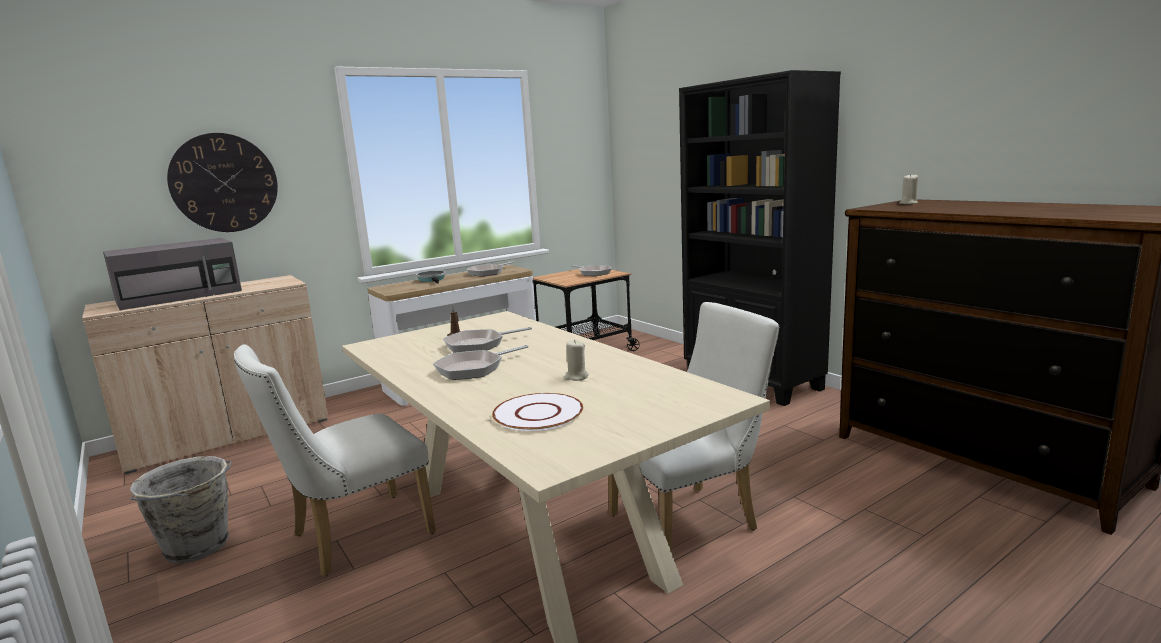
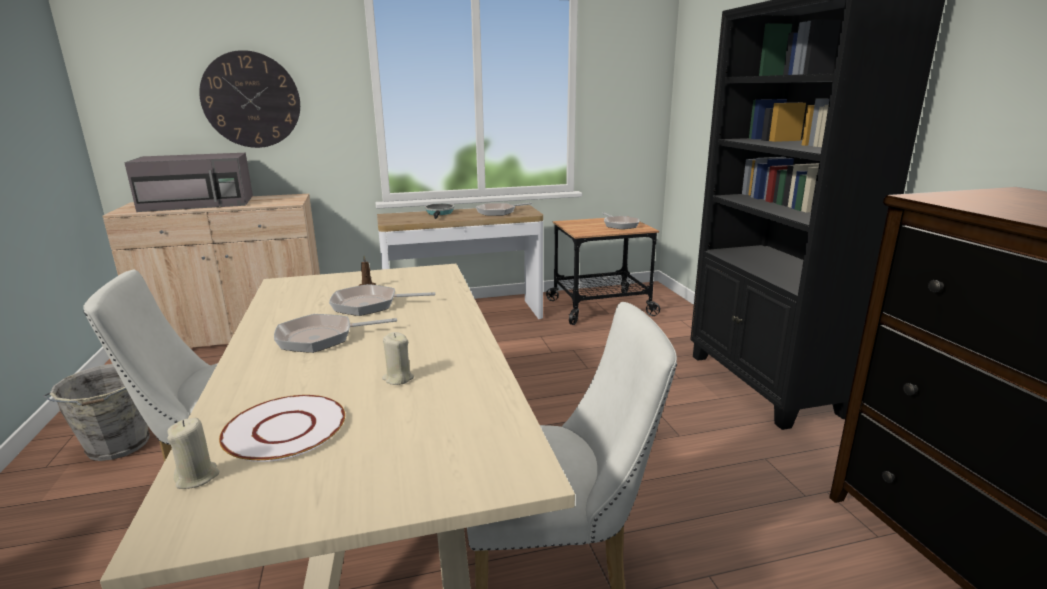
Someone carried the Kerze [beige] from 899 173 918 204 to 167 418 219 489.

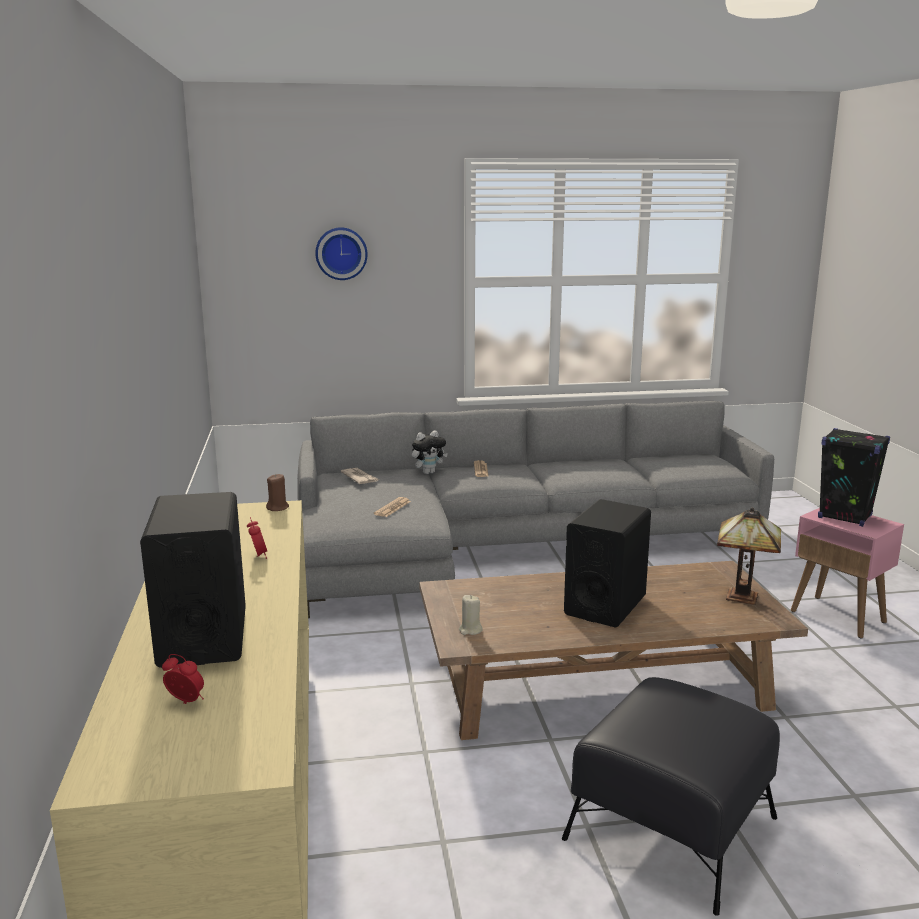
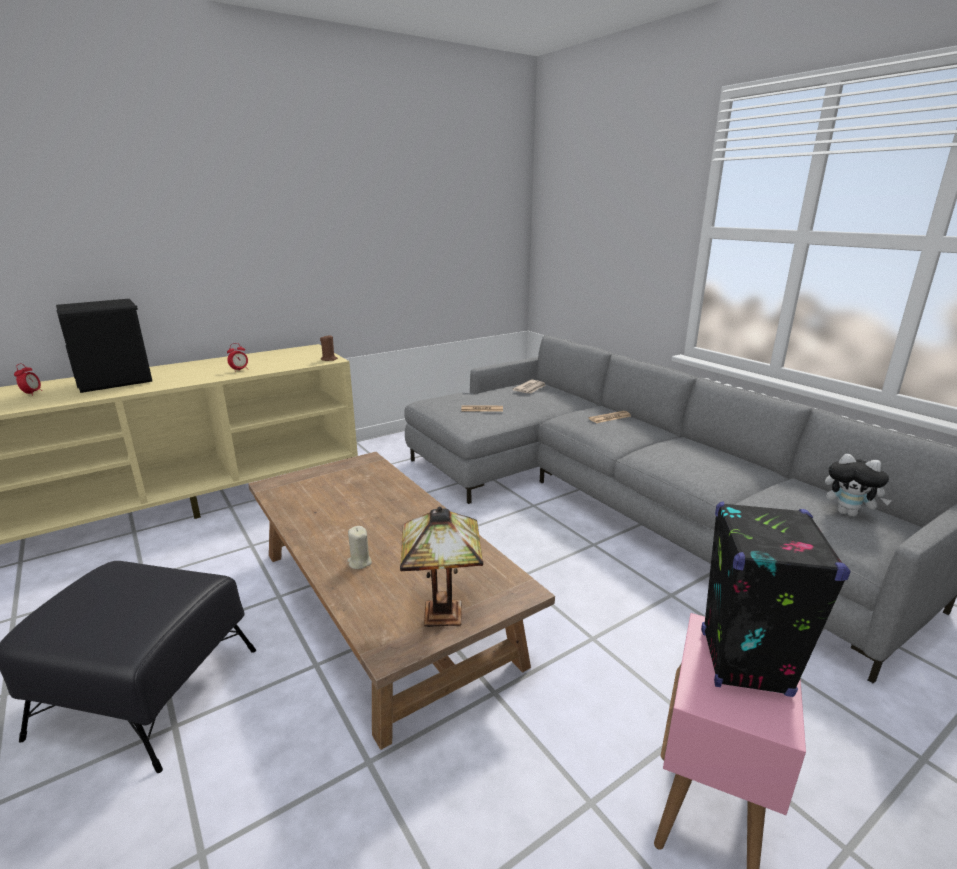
Someone carried the Kerze [beige] from 459 595 483 635 to 347 526 372 569.
Someone carried the Plüschtier from 412 430 448 474 to 825 453 892 517.
Someone took away the Wanduhr at 315 227 368 280.
Someone took away the Lautsprecher [schwarz] at 564 499 651 628.

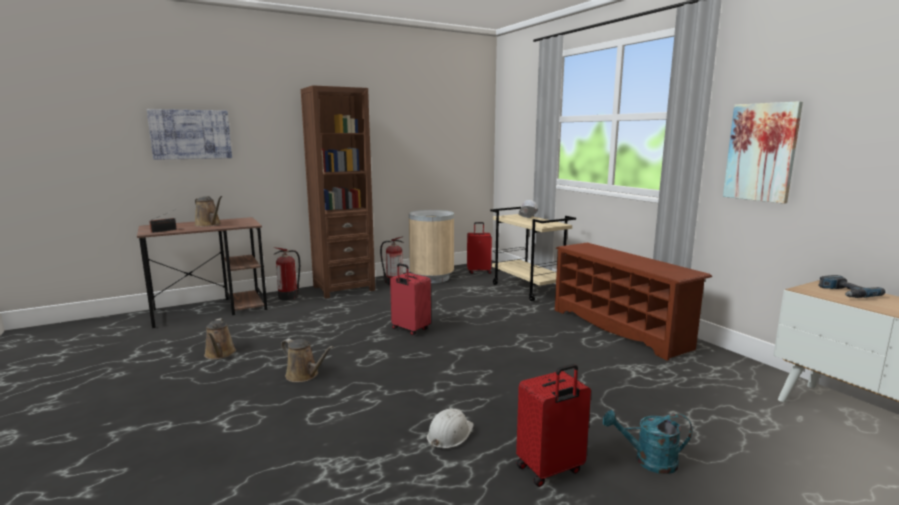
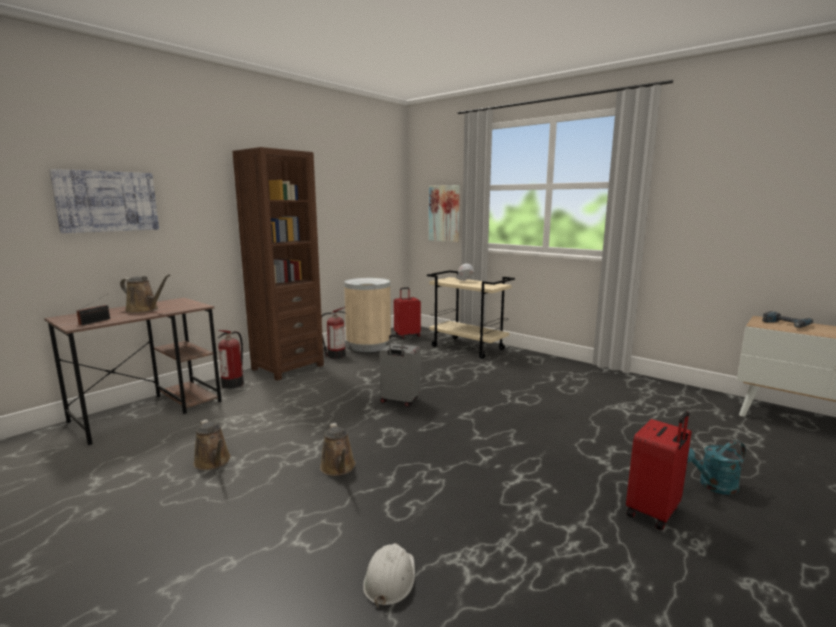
Someone rotated the Gießkanne [braun] at 281 339 334 382 by 60 degrees clockwise.
Someone carried the Schutzhelm [weiß] from 427 409 474 448 to 363 543 415 608.
Someone repainted the Koffer [rot] at 390 263 431 335, which became the Koffer [grau] at 380 334 420 407.
Someone carried the Bild from 723 101 803 204 to 429 185 460 242.
Someone took away the Schuhregal [braun] at 555 243 712 361.

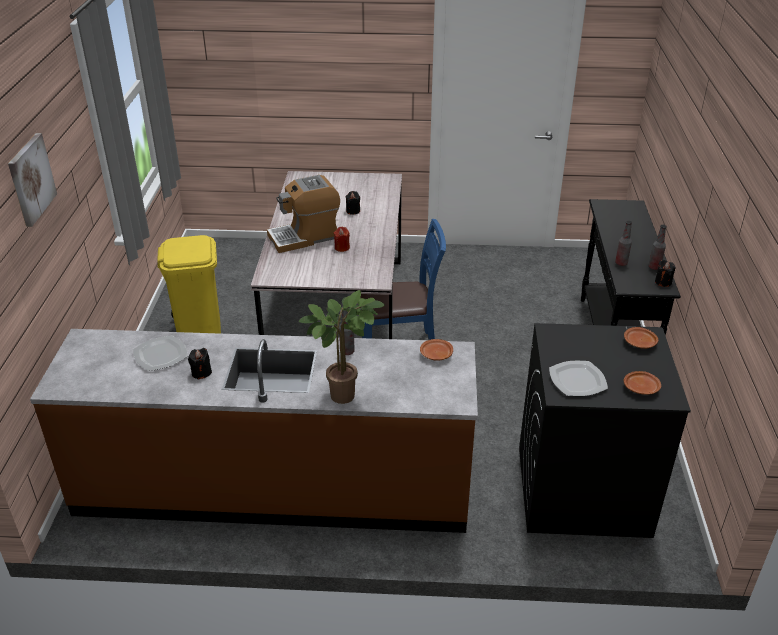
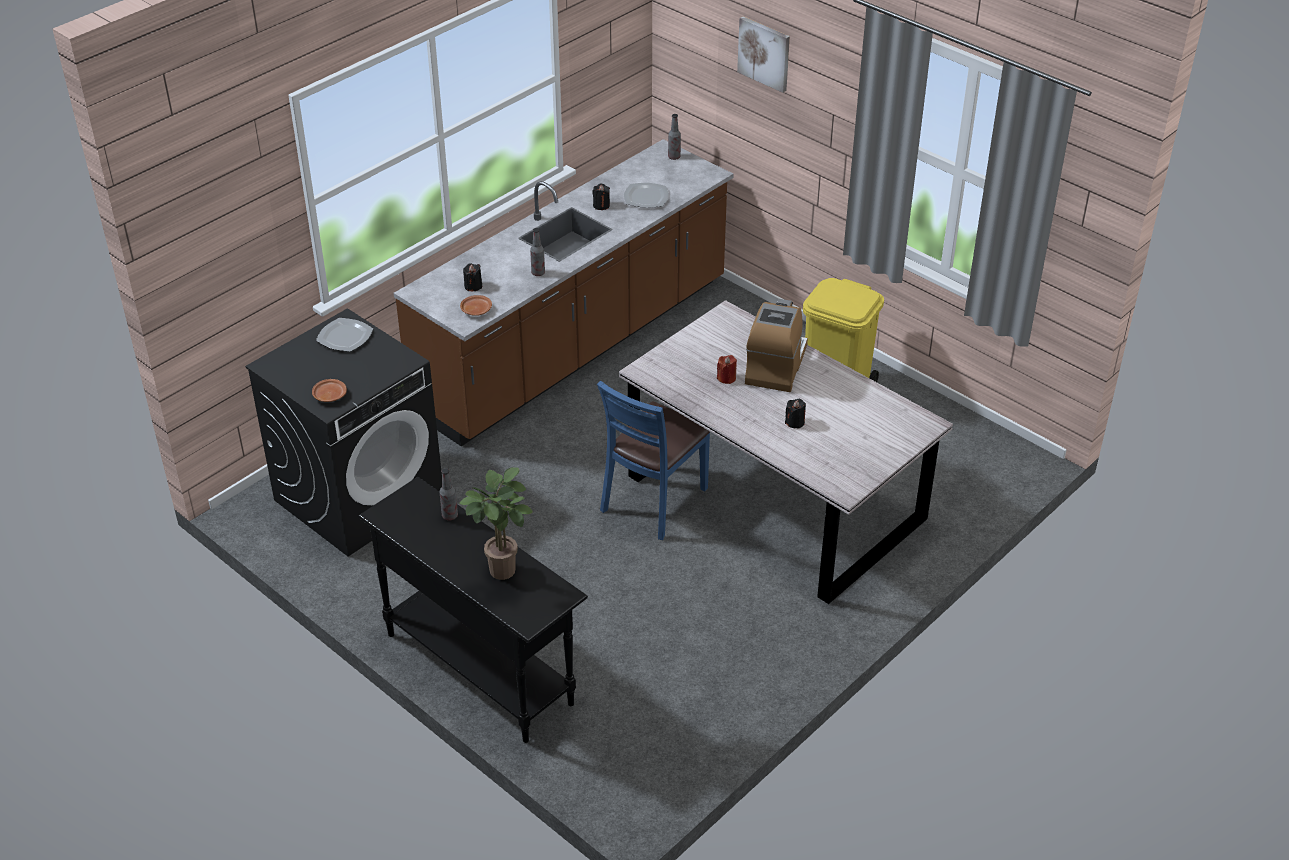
Someone carried the Topfpflanze from 298 290 385 404 to 459 467 533 580.
Someone carried the Kerze [schwarz] from 655 260 676 287 to 463 264 482 291.
Someone carried the Flasche from 648 225 667 270 to 668 114 681 160.
Someone took away the Teller [braun] at 624 371 661 395.

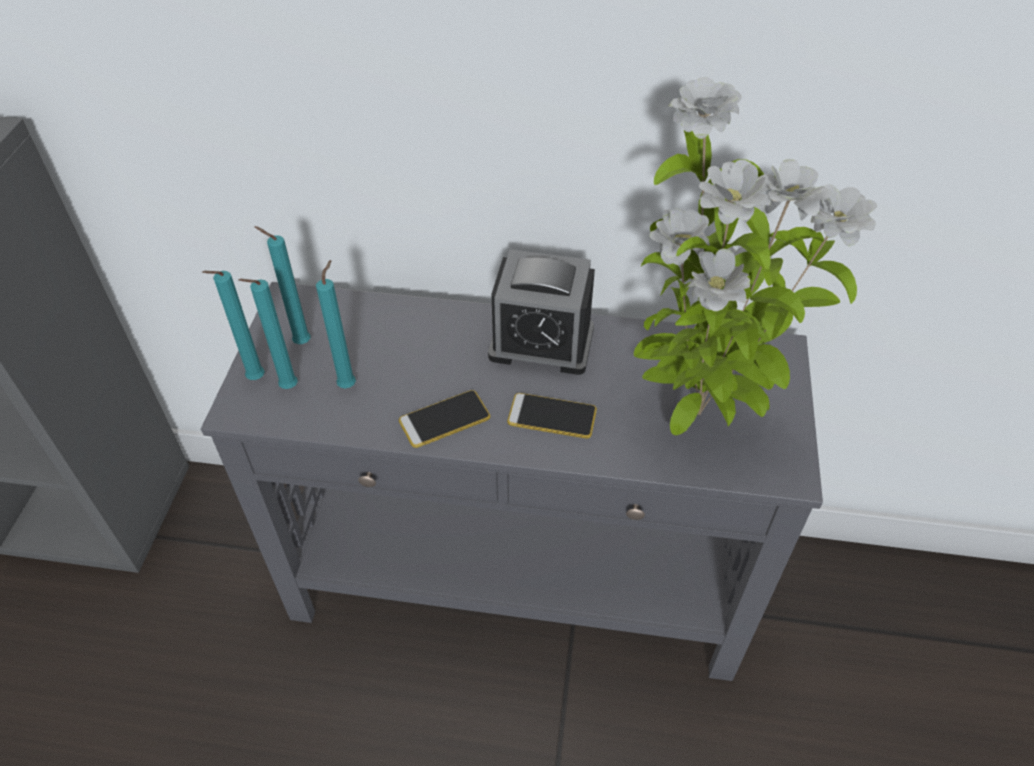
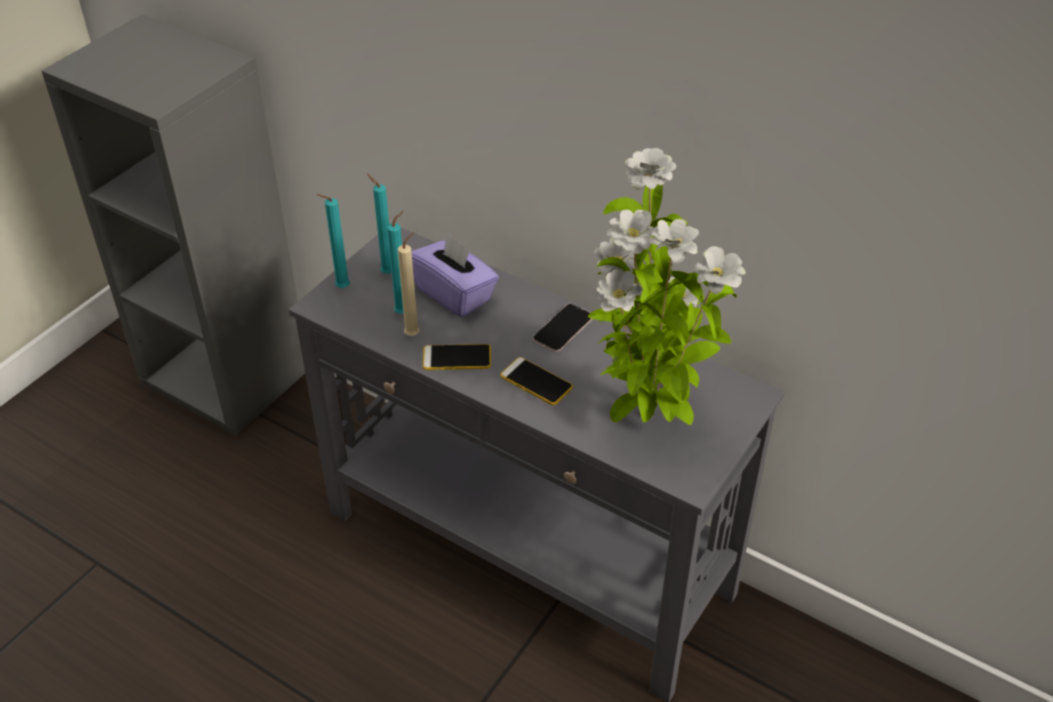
Someone put down the Kerze [beige] at 398 232 420 336.
Someone put down the Taschentuchbox [lila] at 411 232 499 317.
Someone swapped the Wecker at 488 249 595 375 for the Handy at 533 304 592 352.
Someone took away the Kerze [türkis] at 238 279 298 389.

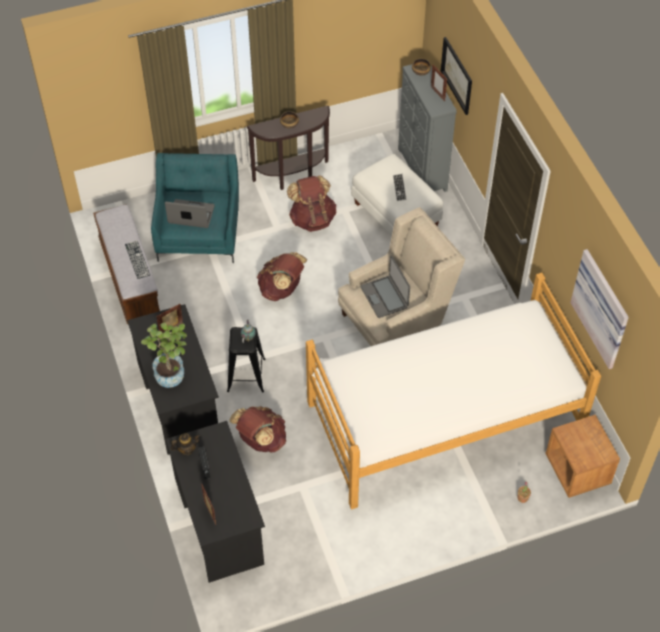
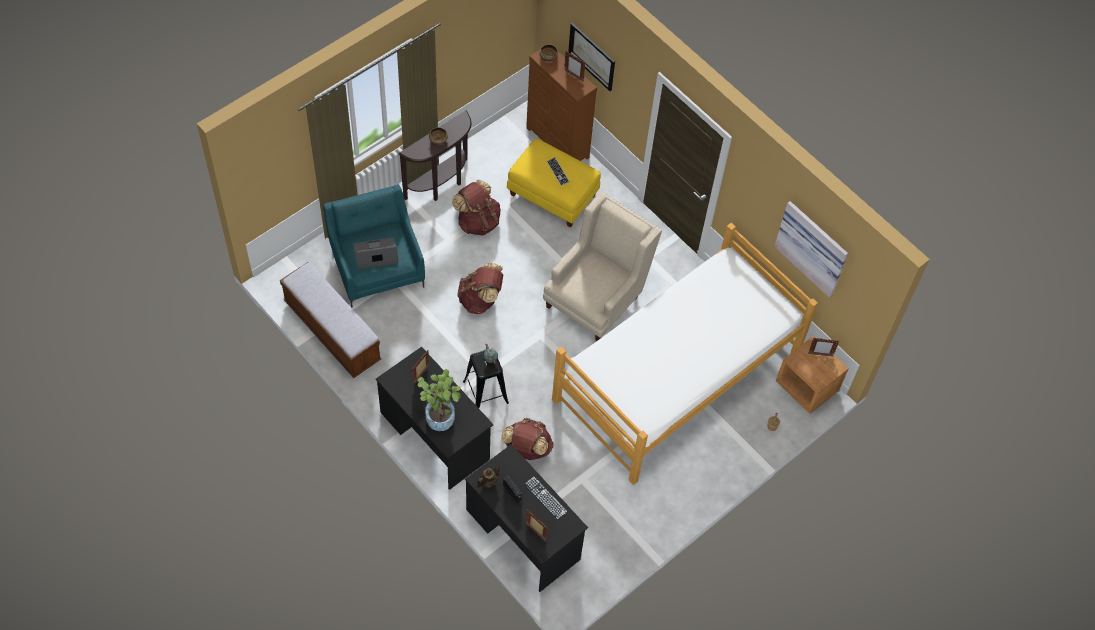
Someone repainted the Polsterhocker [weiß] at 351 154 443 236, which became the Polsterhocker [gelb] at 507 139 601 228.
Someone carried the Tastatur from 125 241 150 279 to 524 476 568 520.
Someone repainted the Kommode [grau] at 398 64 457 192, which became the Kommode [braun] at 526 44 597 161.
Someone put down the Bilderrahmen at 809 338 840 357.
Someone took away the Laptop at 361 256 410 318.

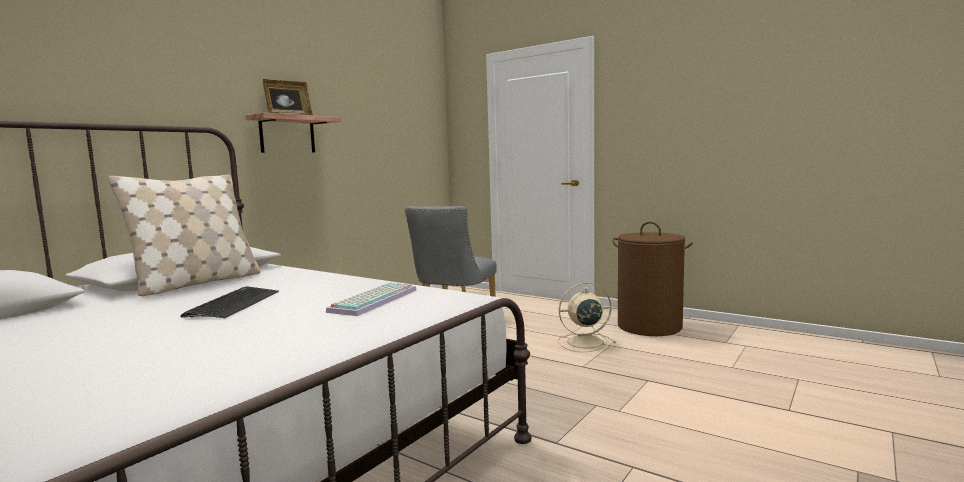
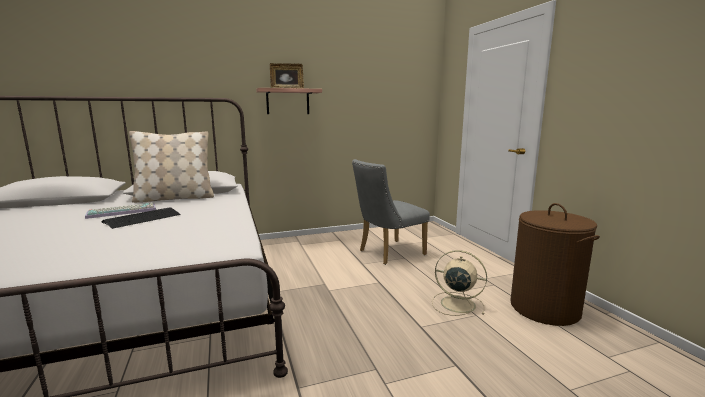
Someone carried the Tastatur from 326 282 416 316 to 85 203 156 219.

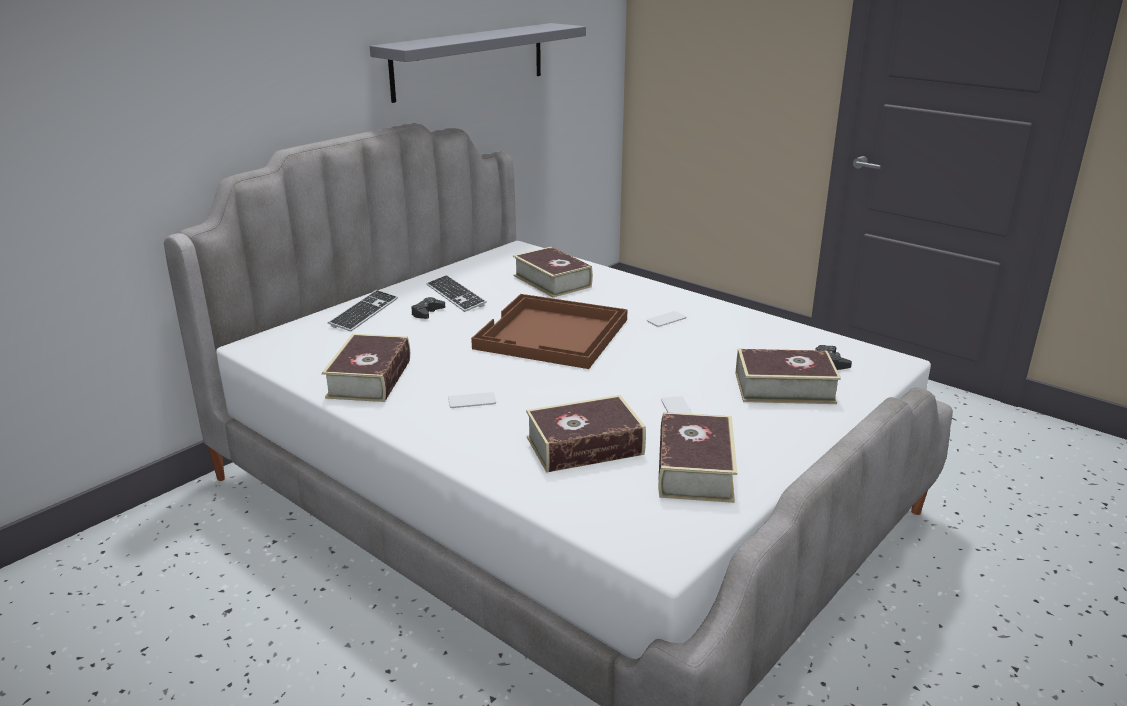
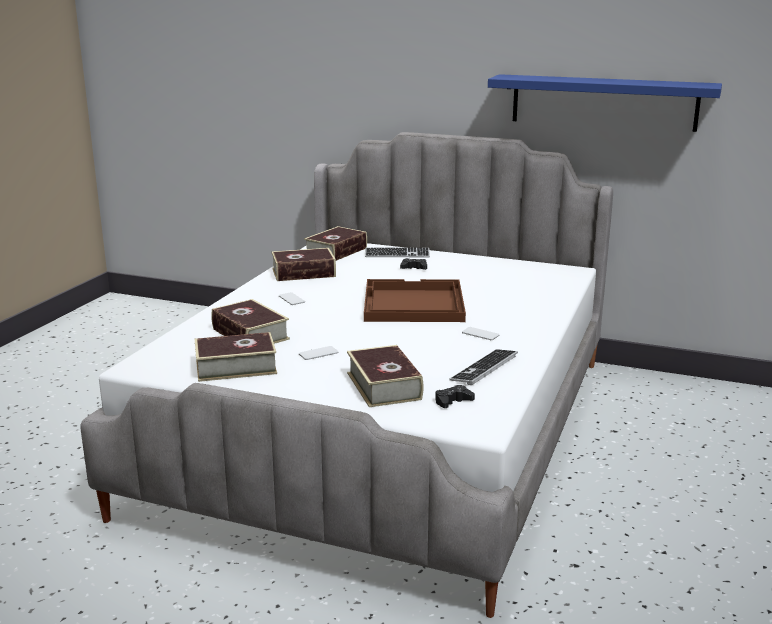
Someone carried the Buch from 513 247 593 298 to 304 226 367 261.
Someone carried the Tastatur from 426 275 487 312 to 450 349 518 385.
Someone repainted the Wandregal [grau] at 370 23 586 103, which became the Wandregal [blau] at 488 74 722 132.

